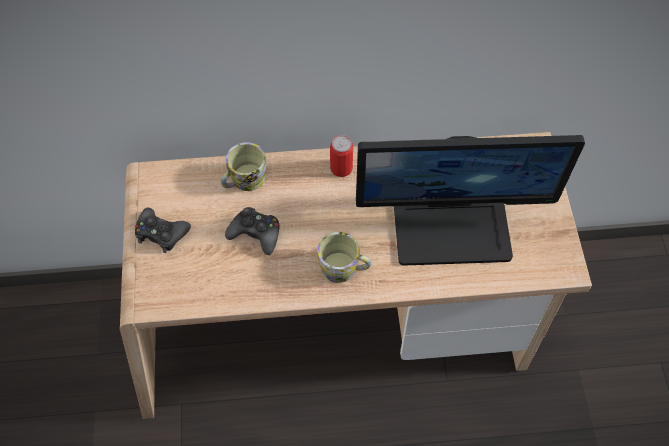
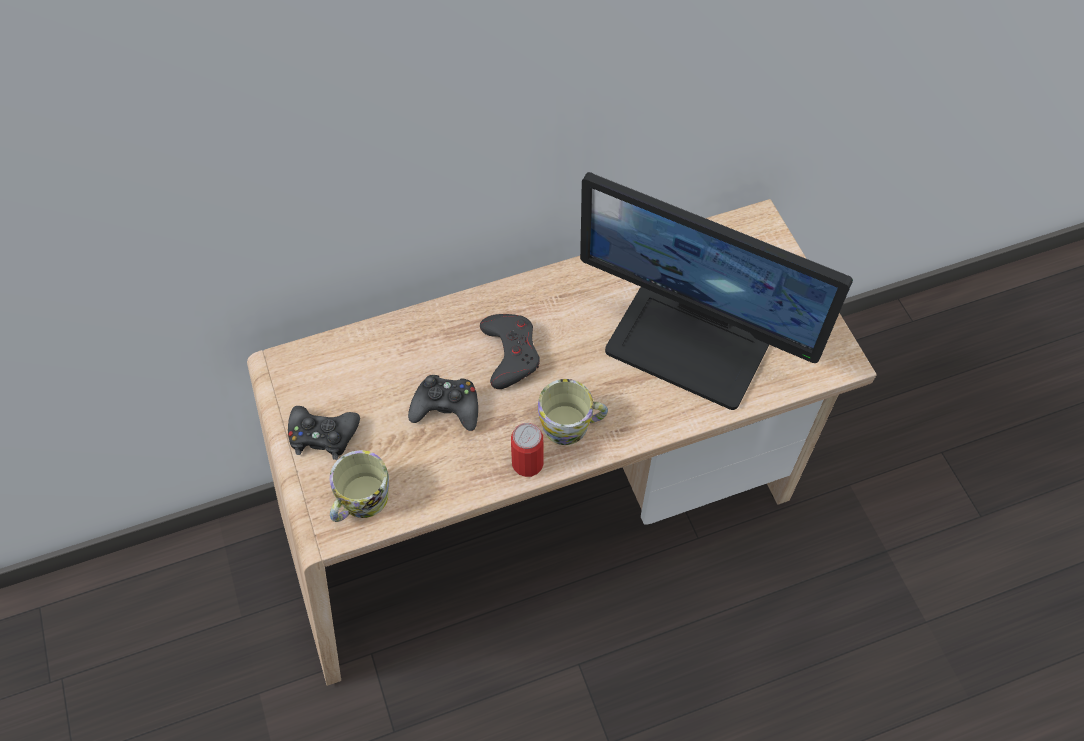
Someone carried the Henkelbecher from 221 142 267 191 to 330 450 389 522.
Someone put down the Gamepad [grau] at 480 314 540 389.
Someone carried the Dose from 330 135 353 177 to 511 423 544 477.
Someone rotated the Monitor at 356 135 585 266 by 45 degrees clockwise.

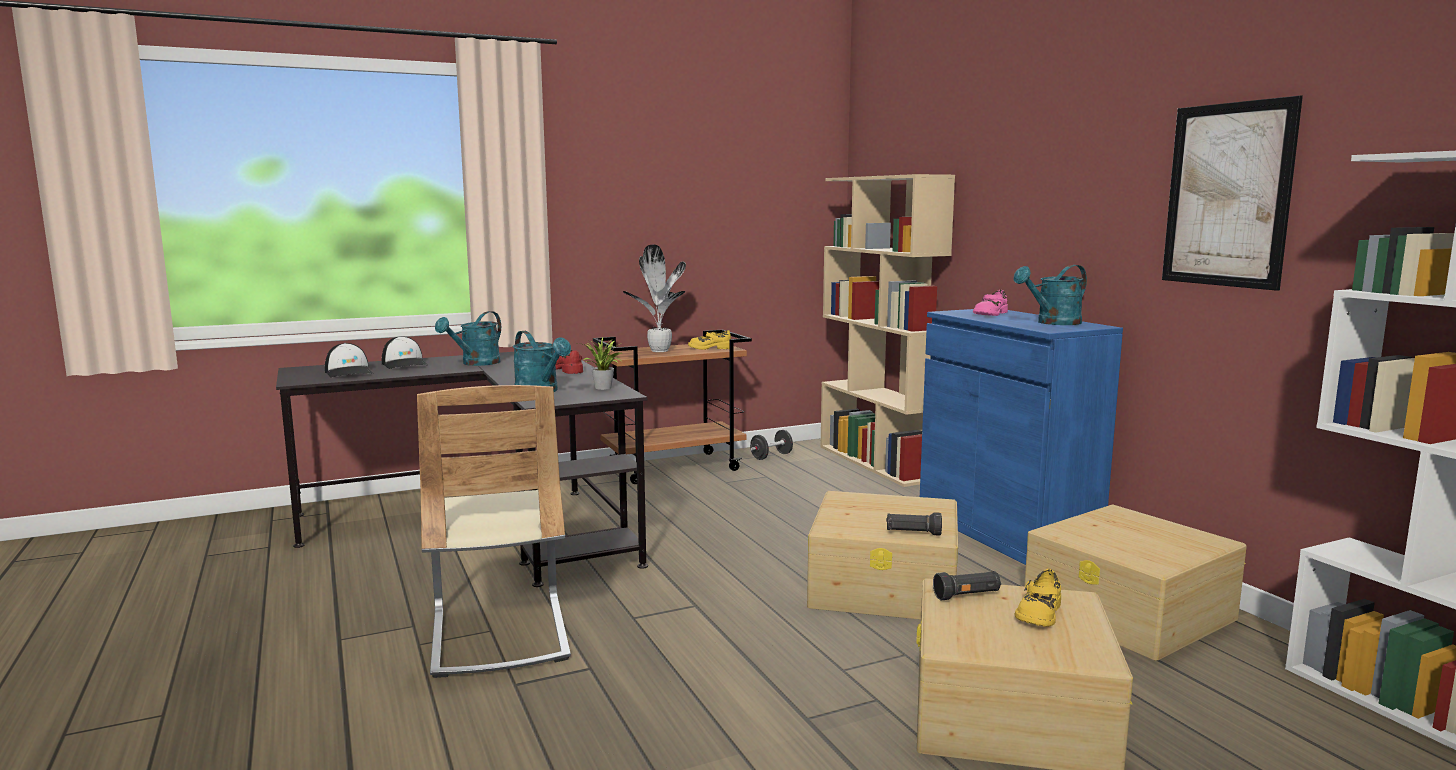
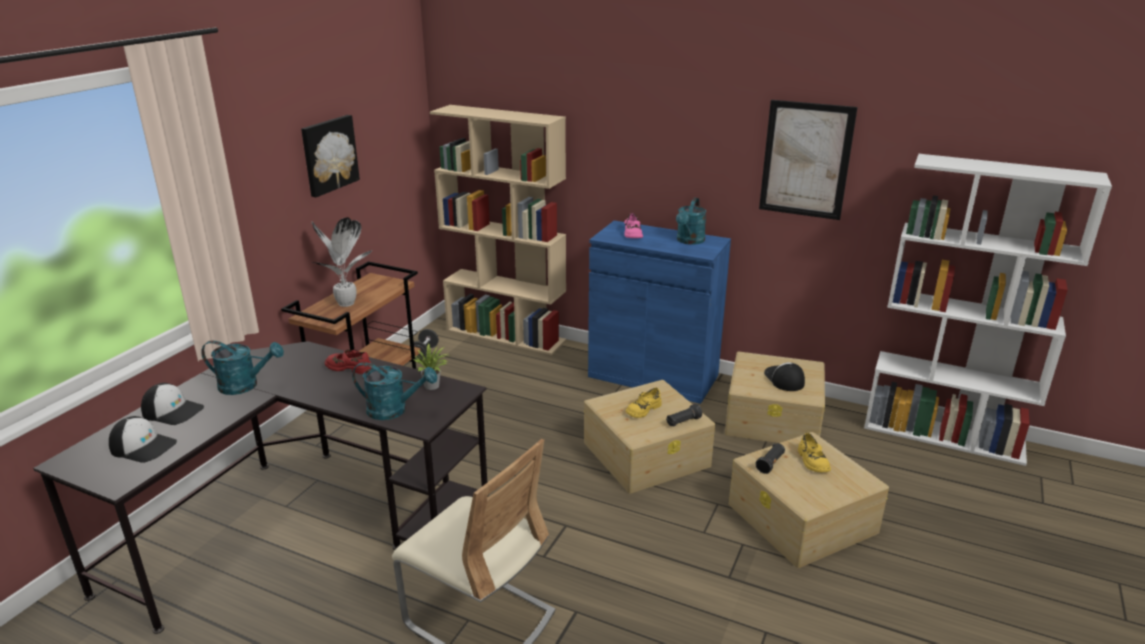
Someone rotated the Gießkanne [türkis] at 435 311 501 366 by 75 degrees counterclockwise.
Someone put up the Bild at 301 115 360 197.
Someone carried the Schuh [gelb] from 688 330 731 350 to 626 387 661 418.
Someone put down the Kappe at 764 362 805 391.

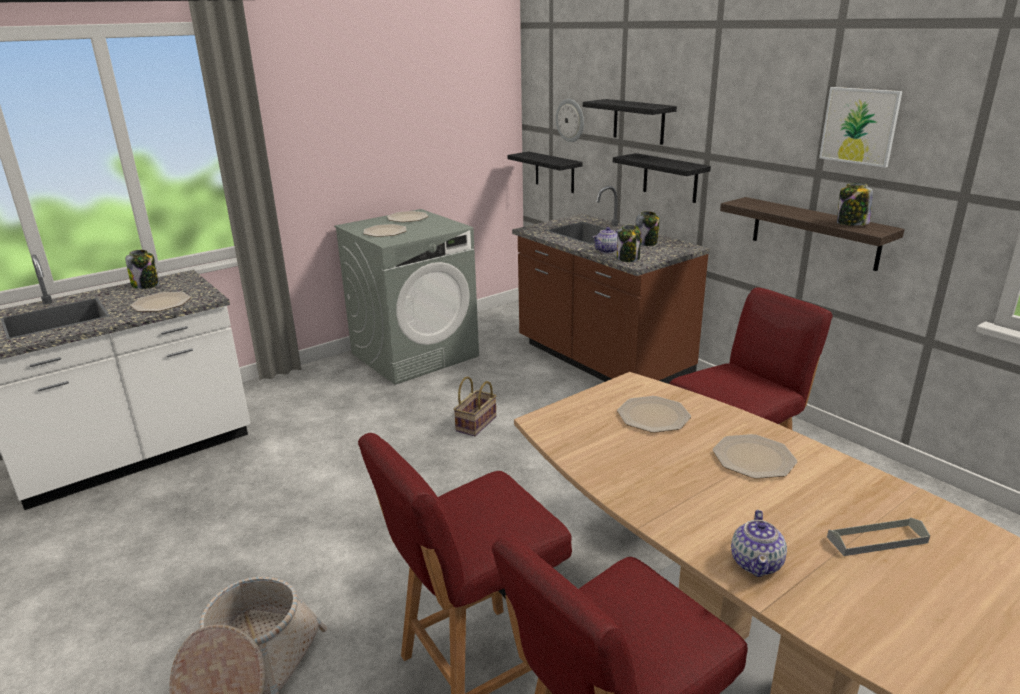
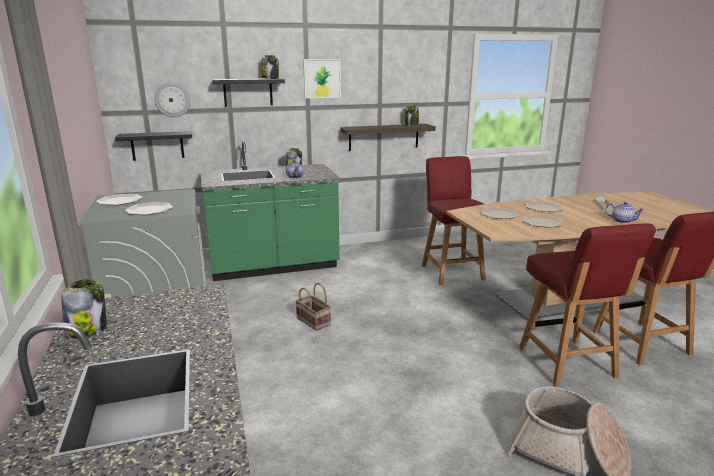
Someone repainted the Küchenzeile [braun] at 512 186 710 384, which became the Küchenzeile [grün] at 201 140 340 281.
Someone carried the Vorratsglas from 617 225 641 262 to 262 55 279 79.
Someone carried the Bild from 819 87 902 168 to 303 59 341 98.
Someone carried the Teller from 130 292 191 312 to 522 215 563 228.
Someone took away the Wandregal [schwarz] at 613 153 711 203.

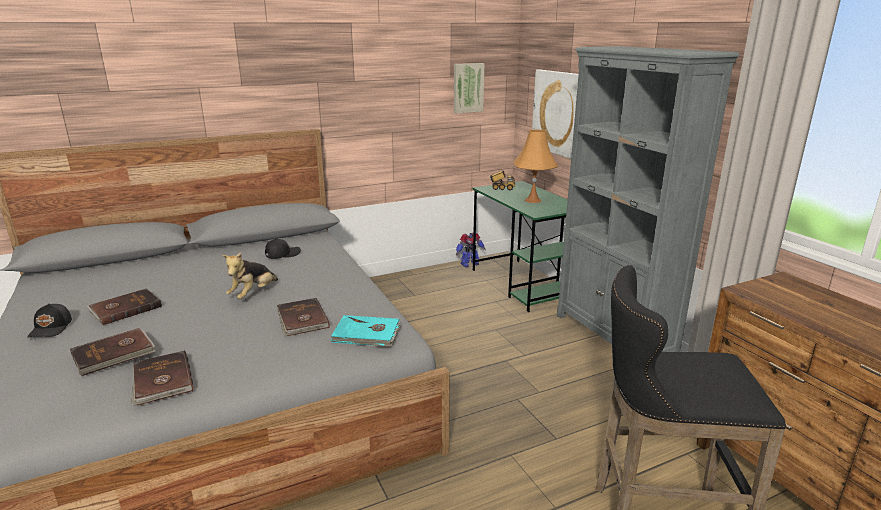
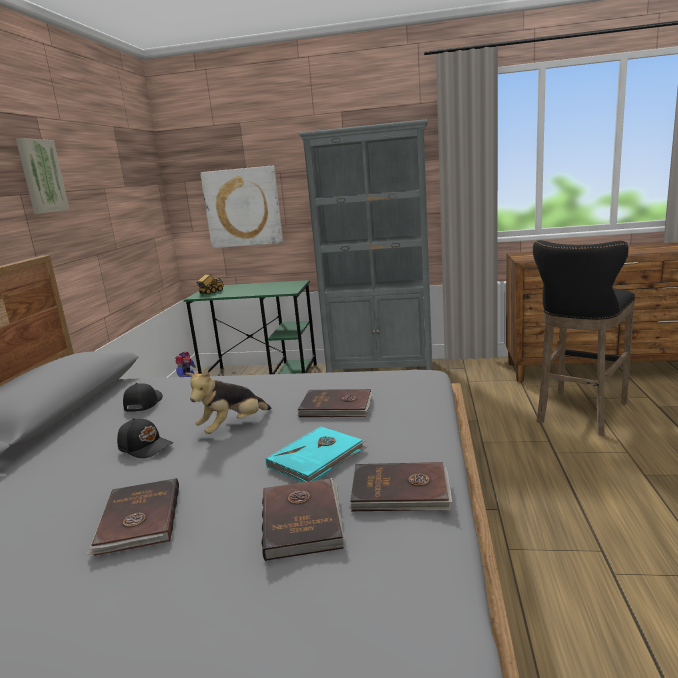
Someone carried the Bild from 454 63 485 113 to 16 138 70 214.
Someone carried the Kappe [schwarz] from 27 304 72 338 to 117 418 173 458.
Someone rotated the Plüschtier at 222 252 278 299 by 75 degrees clockwise.
Someone carried the Buch [türkis] from 330 315 401 347 to 266 426 368 482.
Someone took away the Tischlampe [orange] at 513 129 558 203.

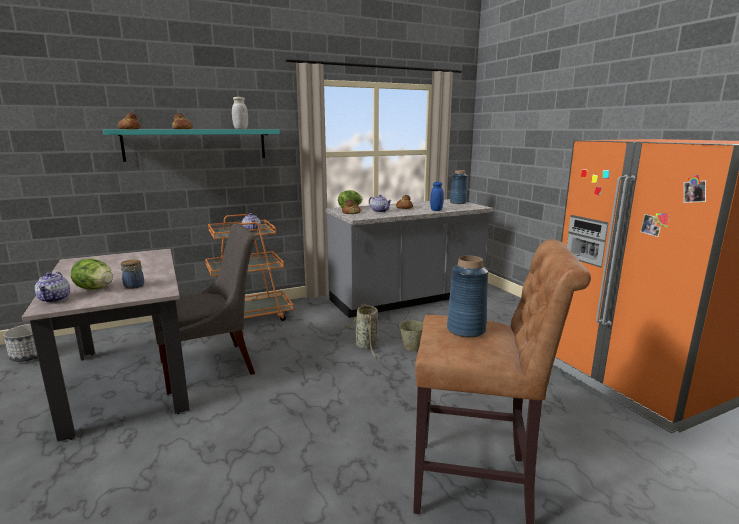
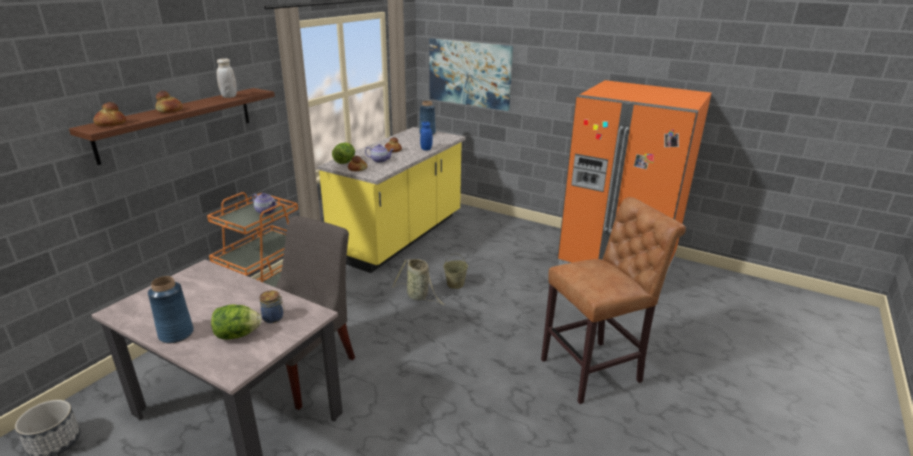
Someone repainted the Wandregal [türkis] at 103 129 280 162, which became the Wandregal [braun] at 69 88 275 165.
Someone carried the Vase [blau] from 447 256 488 338 to 148 276 194 344.
Someone repainted the Küchenzeile [grau] at 326 199 493 318, which became the Küchenzeile [gelb] at 318 127 465 273.
Someone put up the Bild at 429 38 513 111.
Someone took away the Teekanne at 35 272 70 303.

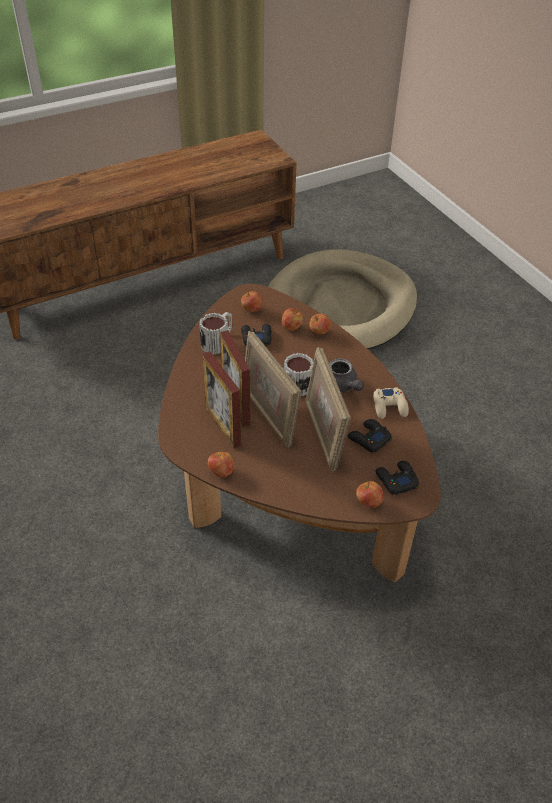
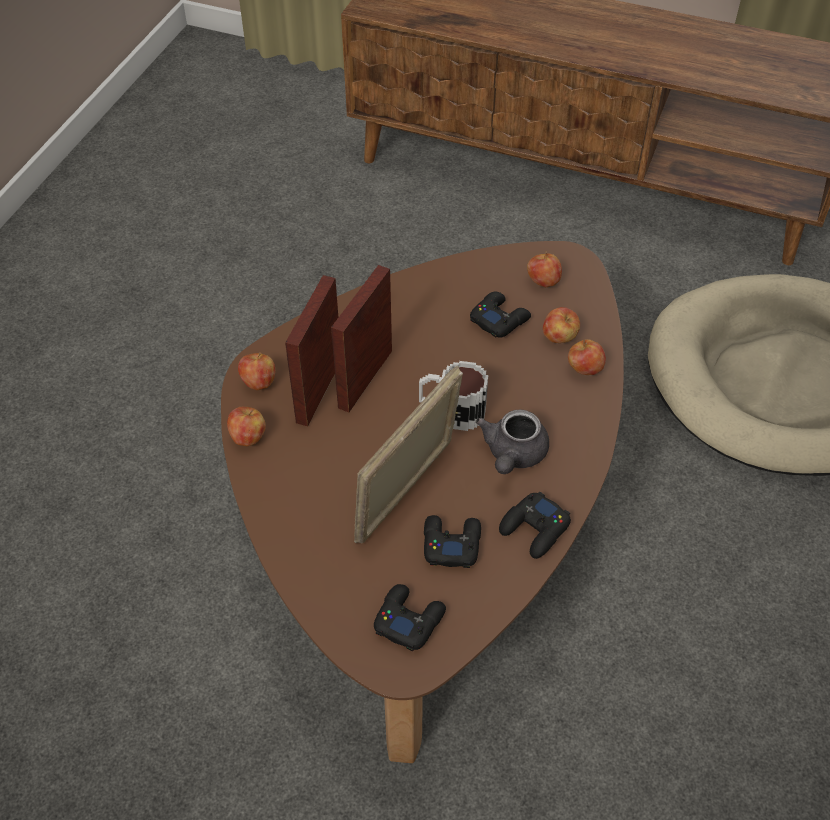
Someone carried the Apfel from 356 481 384 508 to 238 352 275 390.
Someone repainted the Gamepad [beige] at 373 387 409 419, which became the Gamepad [schwarz] at 499 492 571 559.
Someone took away the Henkelbecher at 199 312 232 355.
Someone took away the Bilderrahmen at 245 331 301 448.

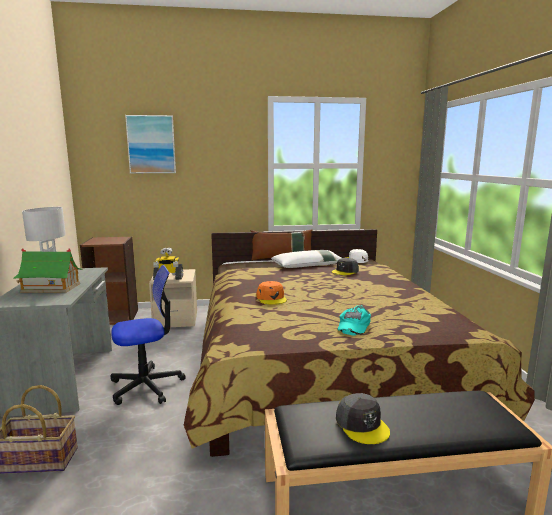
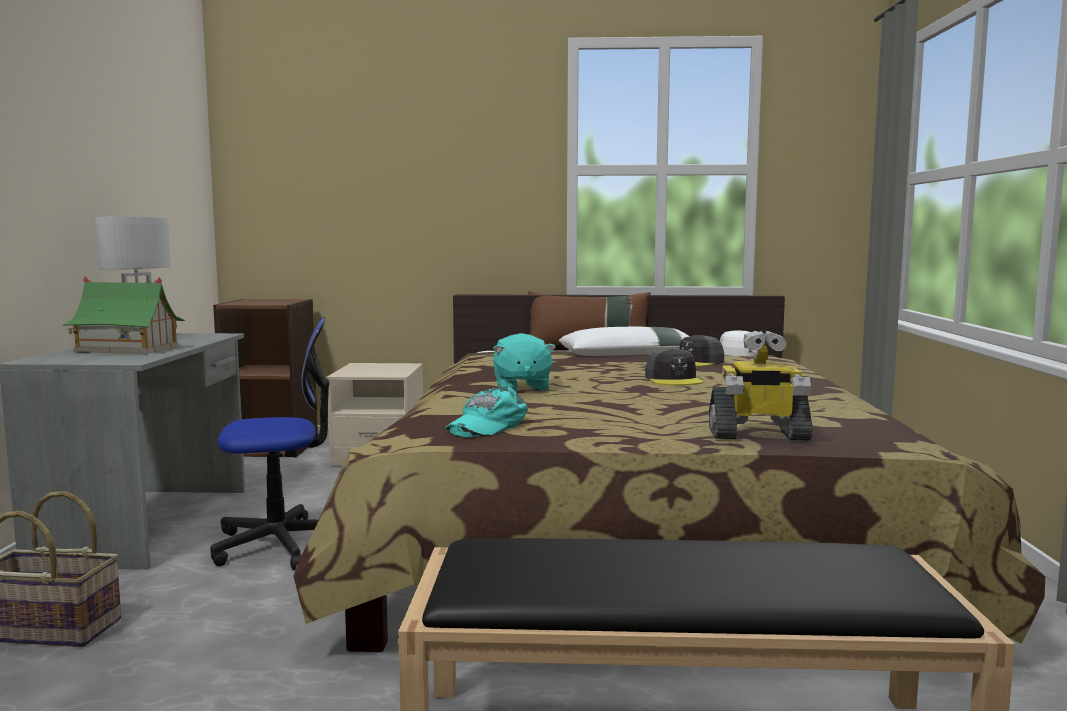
Someone carried the Kappe [türkis] from 337 305 371 335 to 446 387 528 437.
Someone swapped the Kappe [orange] at 257 281 287 305 for the Plüschtier [türkis] at 493 333 556 392.
Someone carried the Kappe [grau] from 336 393 390 444 to 645 348 703 385.
Someone carried the Spielzeugroboter from 153 248 183 280 to 709 331 813 441.
Someone took away the Bild at 125 115 176 173.

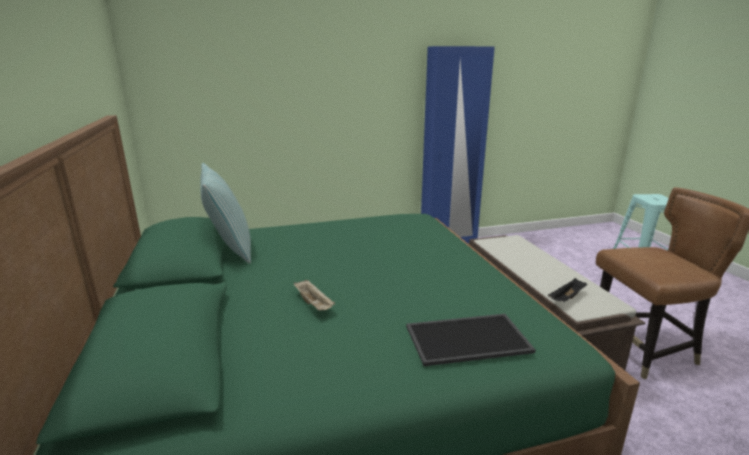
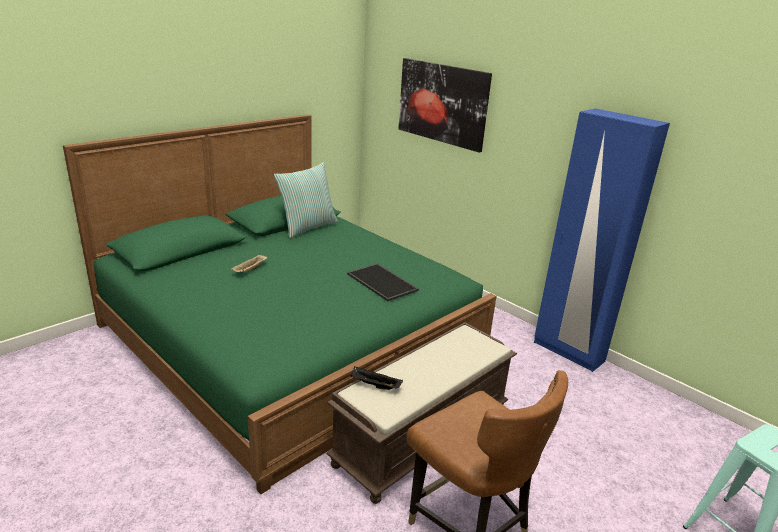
Someone carried the Tablett from 406 314 536 366 to 347 263 419 301.
Someone put up the Bild at 398 58 492 152.

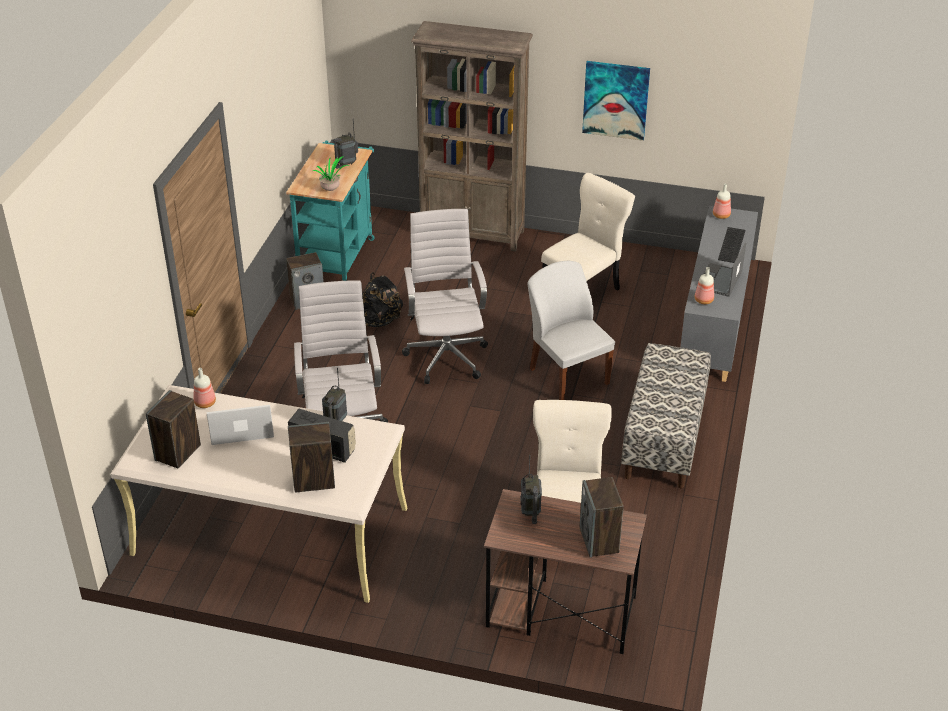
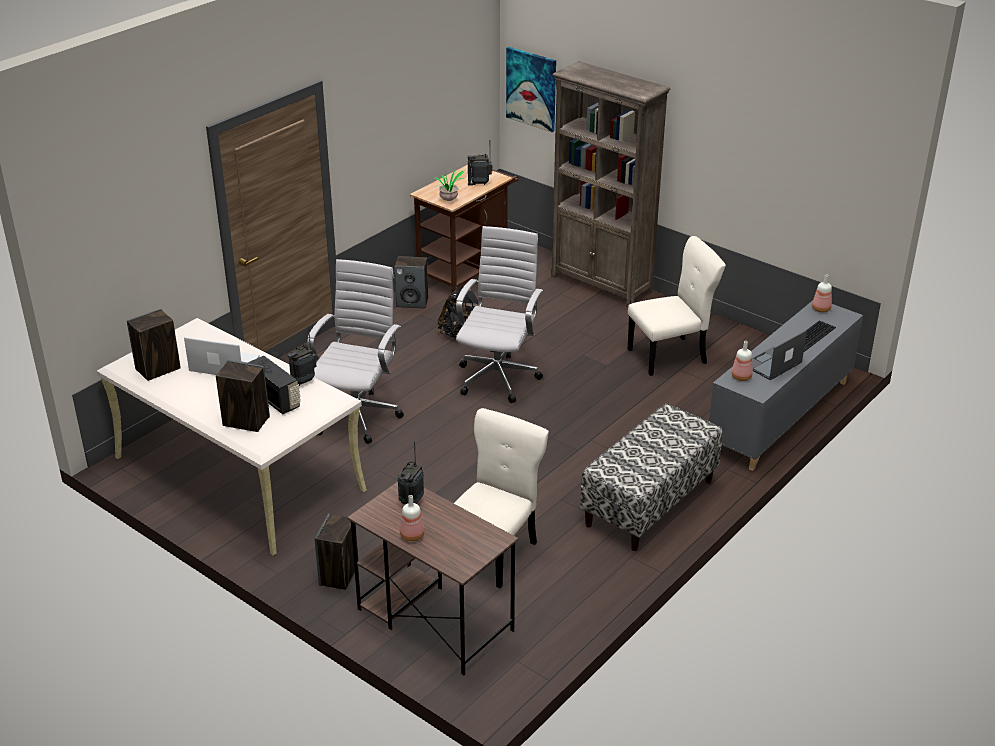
Someone carried the Lautsprecher from 580 477 624 558 to 314 513 358 590.
Someone carried the Flasche from 193 368 216 408 to 400 495 425 541.
Someone repainted the Rollwagen [türkis] at 286 141 375 281, which became the Rollwagen [braun] at 410 165 519 292.
Someone carried the Bild from 582 61 650 141 to 506 47 556 132.
Someone took away the Stuhl [weiß] at 528 261 615 400.

